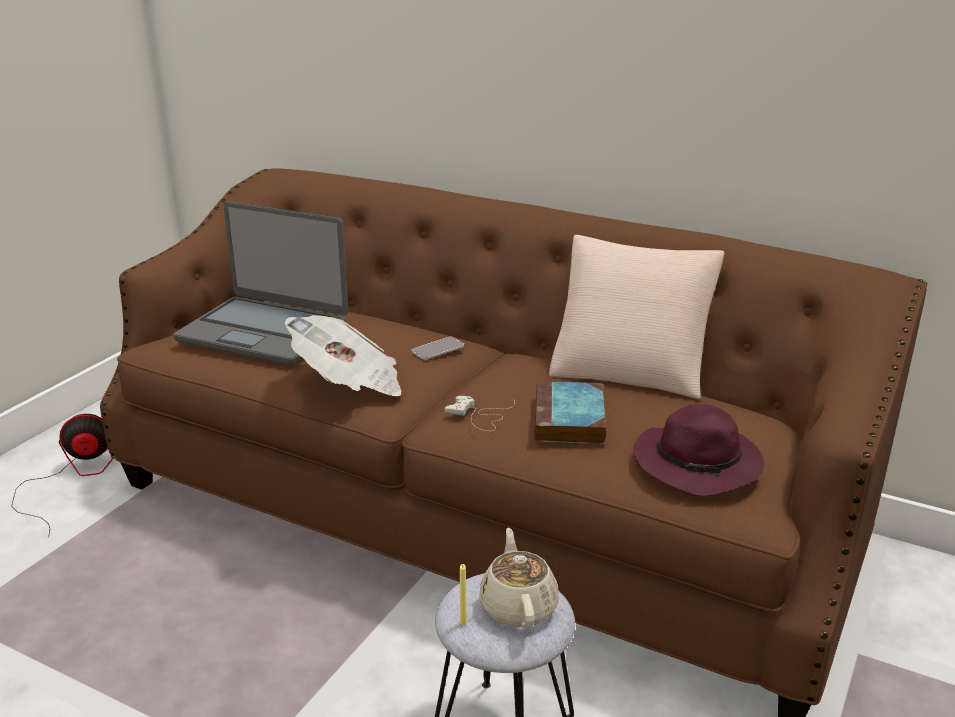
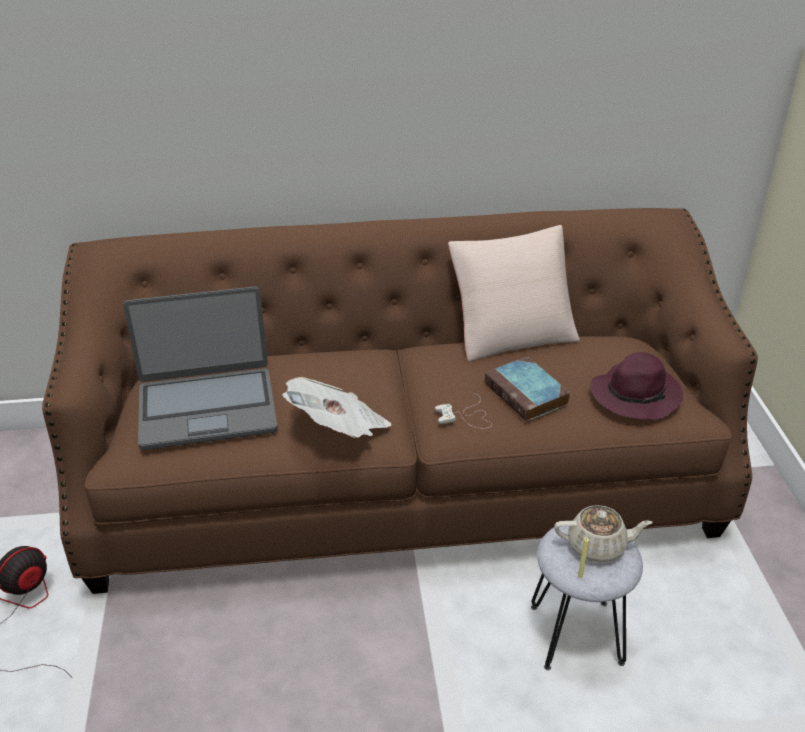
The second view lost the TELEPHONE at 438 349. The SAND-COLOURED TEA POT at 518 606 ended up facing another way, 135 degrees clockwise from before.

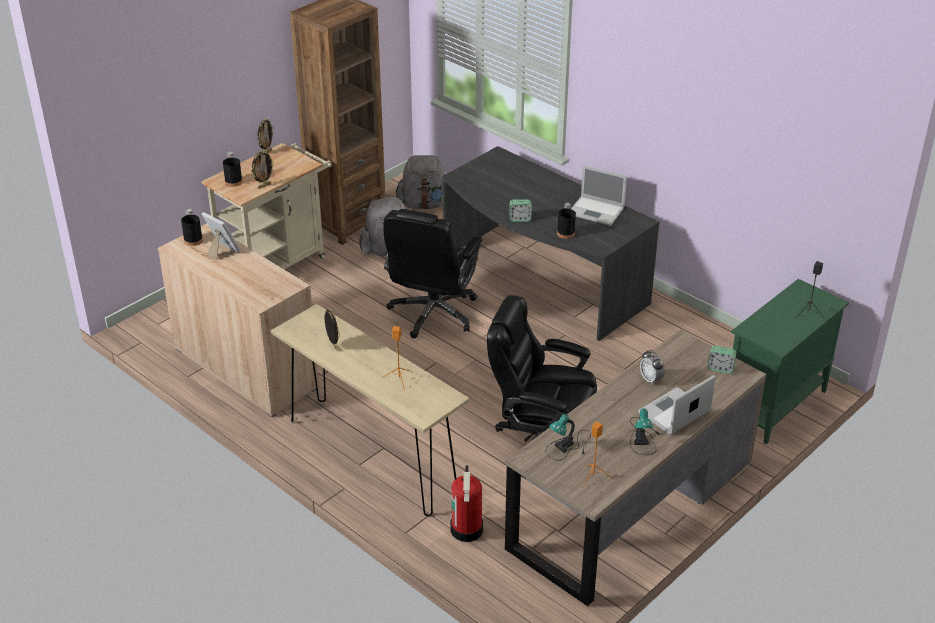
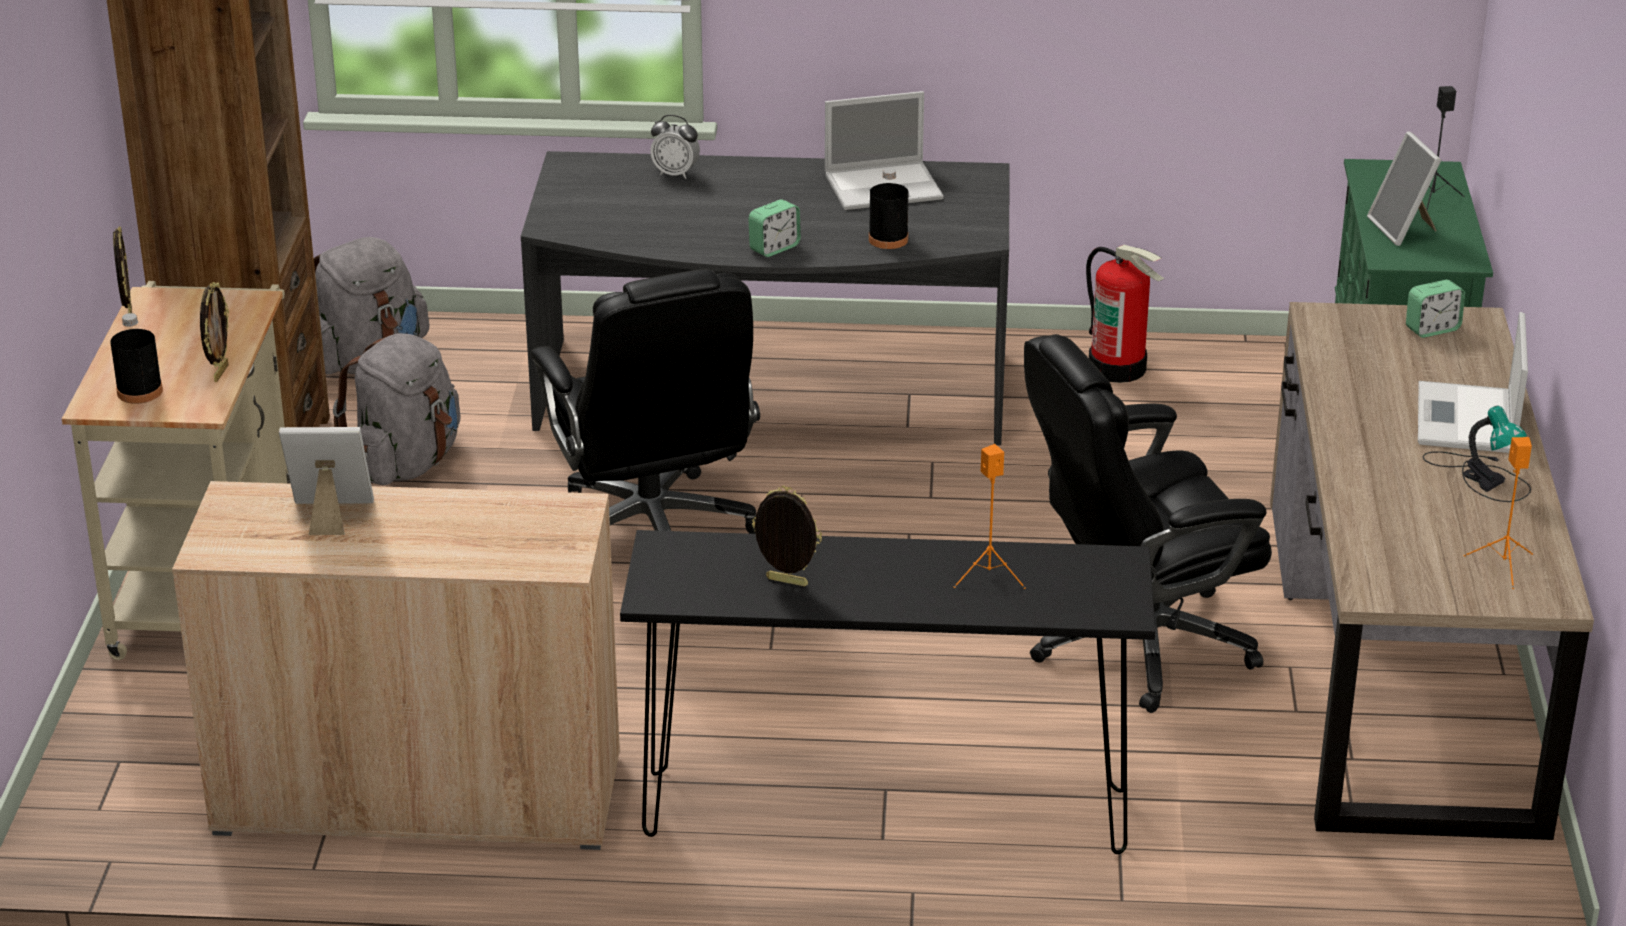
The second view lost the BLACKISH BEVERAGE BOTTLE at 193 240. The second view lost the TABLETOP LAMP at 568 446. The second view gained the PICTURE FRAME at 1403 229. The FIRE EXTINGUISHER ended up elsewhere, having gone from 467 530 to 1118 367. The TABLE CLOCK ended up elsewhere, having gone from 651 379 to 675 173. What was the SAND-COLOURED CONSOLE TABLE at 372 456 turned into the BLACKISH CONSOLE TABLE at 885 813.

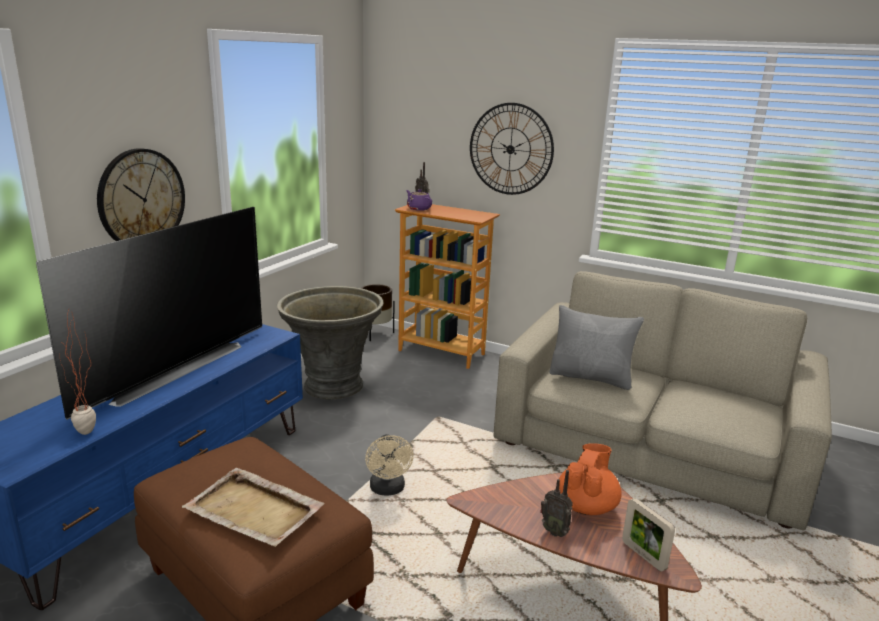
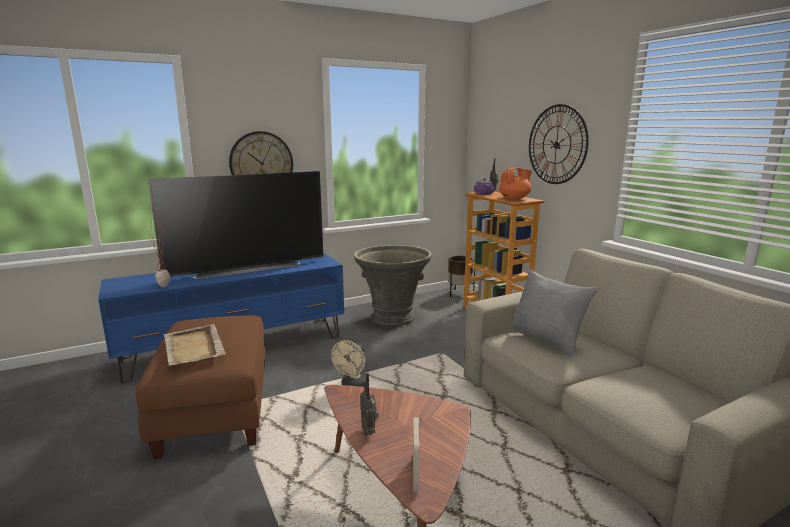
The ORANGE-COLOURED TEA POT ended up elsewhere, having gone from 586 506 to 514 198.

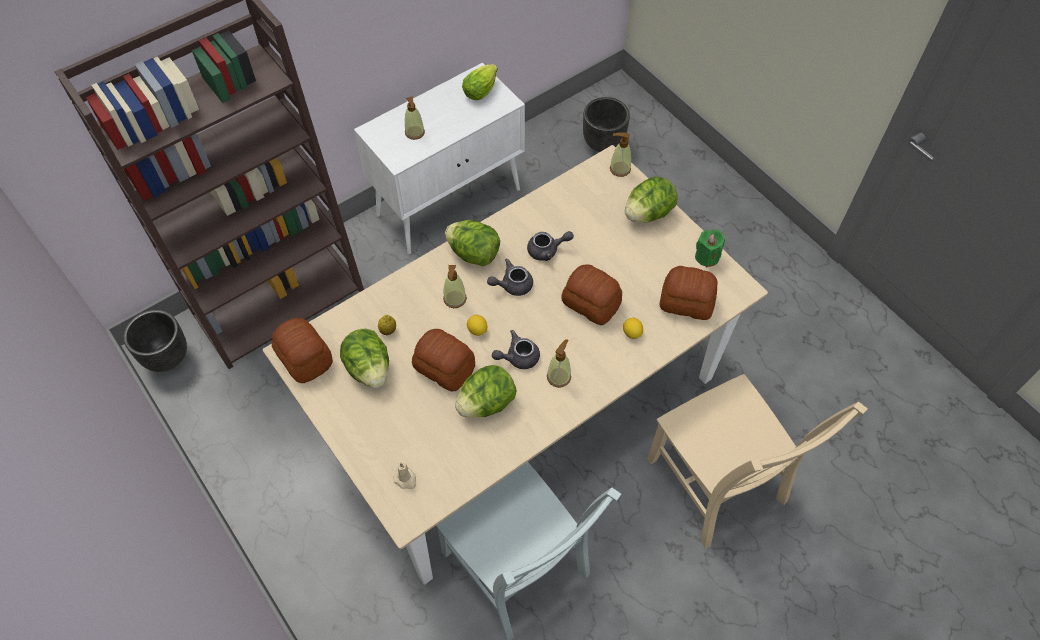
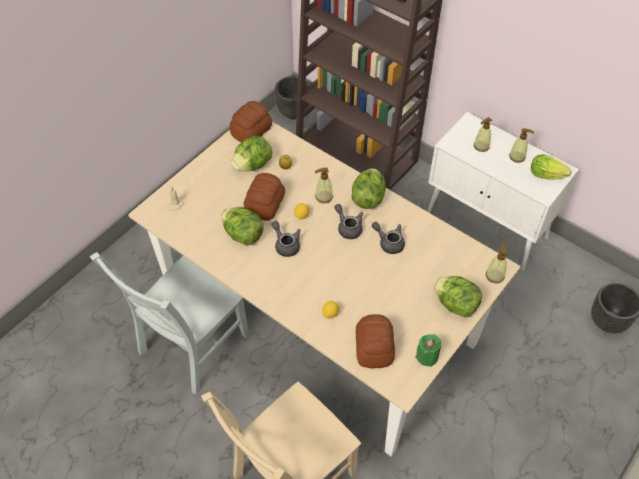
The second view lost the BAKERY BREAD at 591 302. The LIQUID SOAP BOTTLE ended up elsewhere, having gone from 559 377 to 517 157. The GREYISH TEA POT at 547 250 ended up facing another way, 150 degrees clockwise from before.

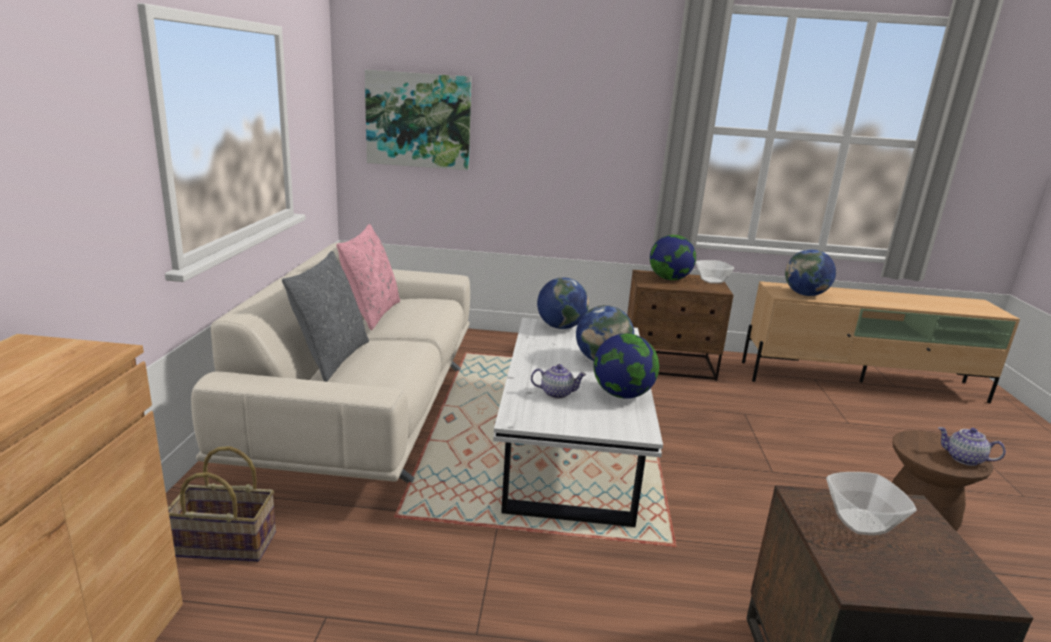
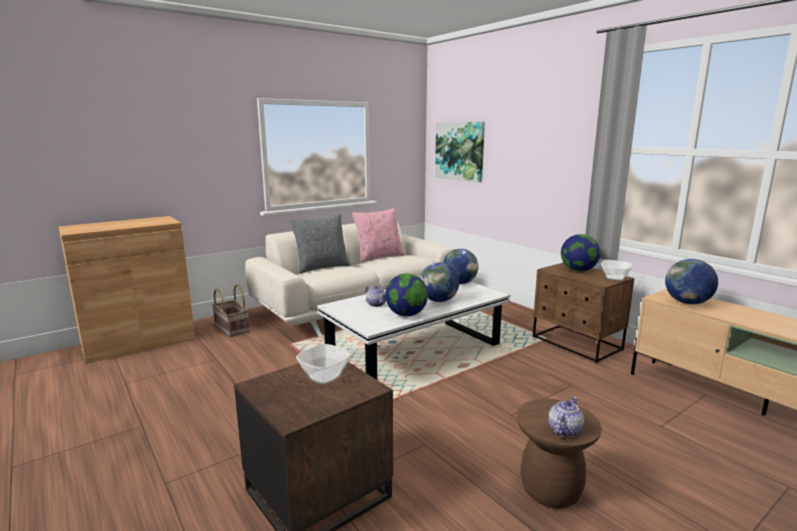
The TEA POT at 963 459 ended up facing another way, 45 degrees clockwise from before.

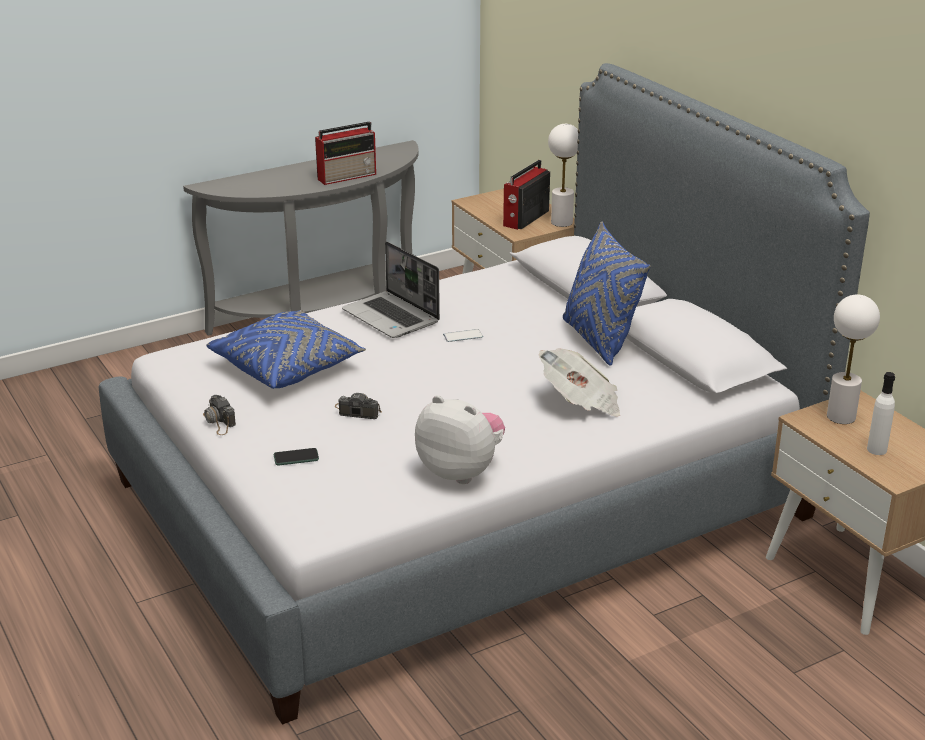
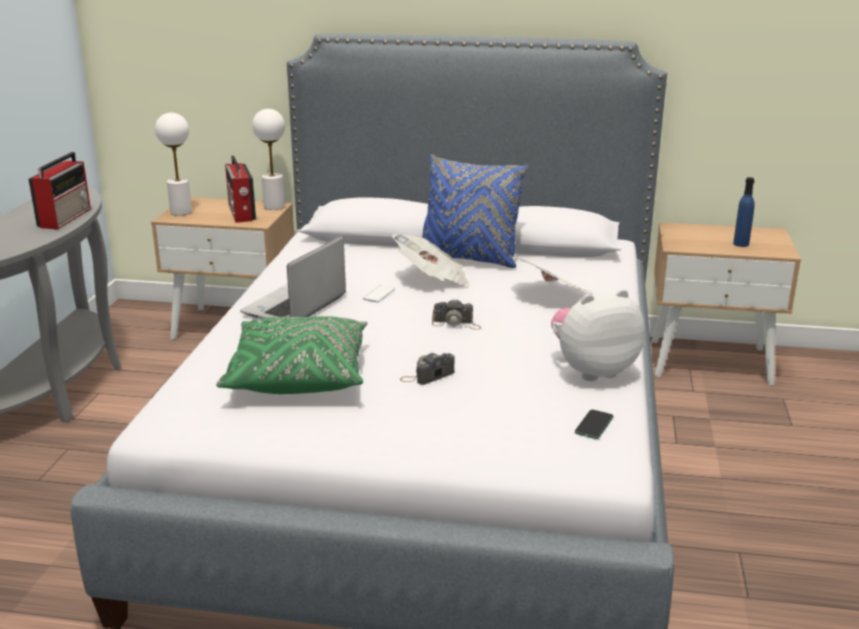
The second view gained the DAILY PAPER at 433 279. The STILL CAMERA ended up elsewhere, having gone from 219 421 to 456 324. The TELEPHONE ended up elsewhere, having gone from 296 457 to 594 425. The WHITE TABLETOP LAMP ended up elsewhere, having gone from 841 416 to 181 212. What was the BLUE CUSHION at 287 366 turned into the GREEN-COLOURED CUSHION at 298 375. What was the WHITE BEVERAGE BOTTLE at 876 449 turned into the BLUE BEVERAGE BOTTLE at 741 244. The NOTEBOOK COMPUTER at 392 317 ended up facing another way, 120 degrees clockwise from before.

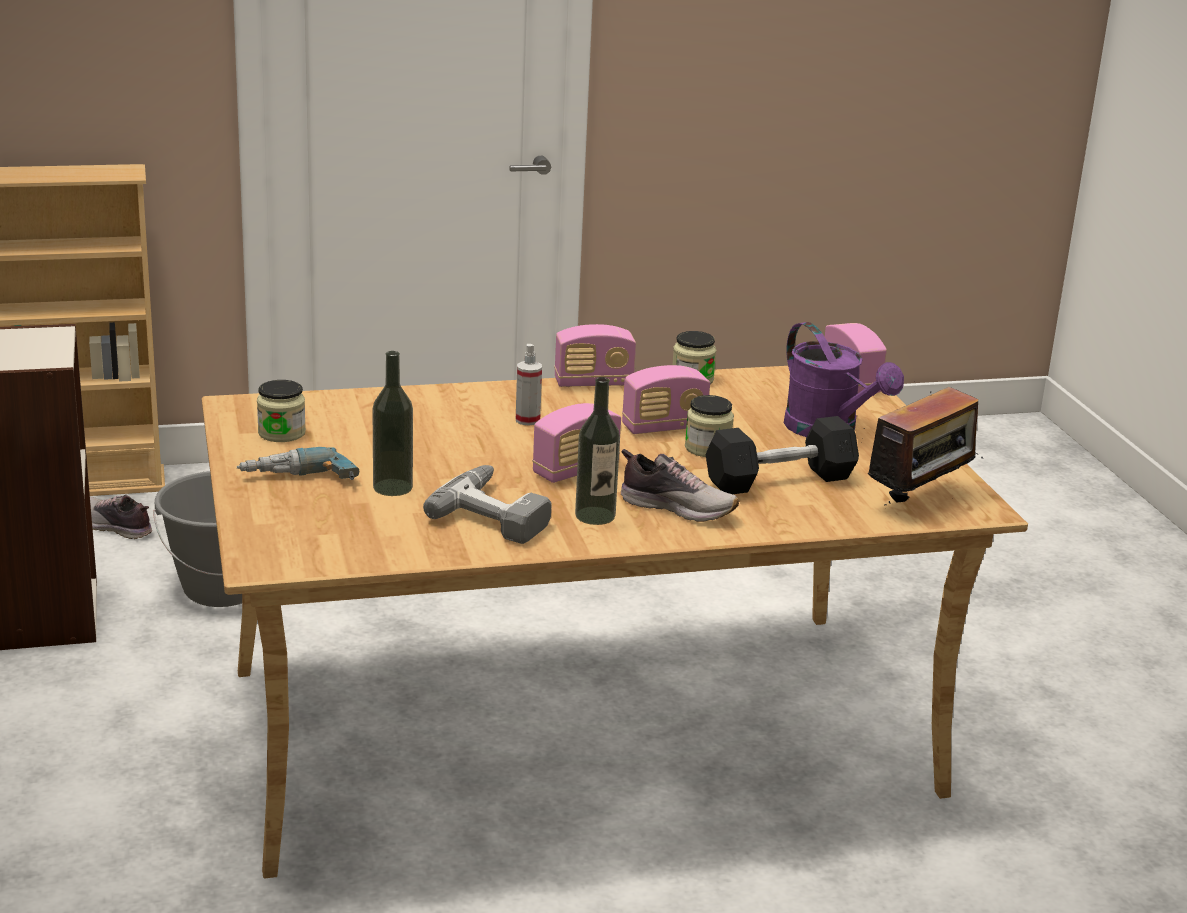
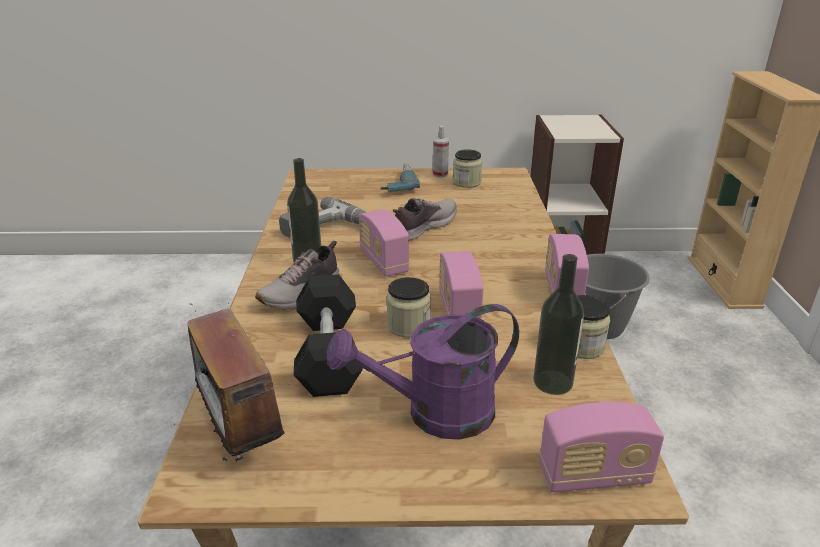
The LOW SHOE ended up elsewhere, having gone from 114 527 to 423 227. The BEVERAGE BOTTLE ended up elsewhere, having gone from 392 487 to 553 382. The SPRAYER ended up elsewhere, having gone from 527 420 to 440 174.

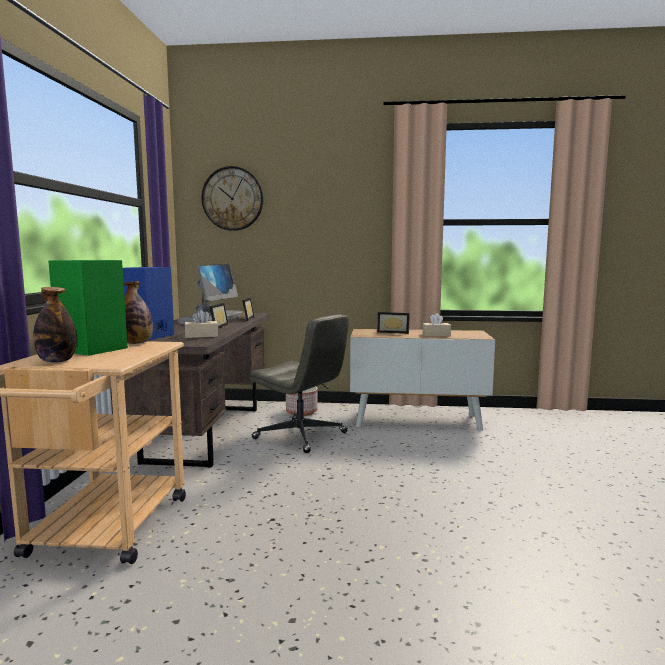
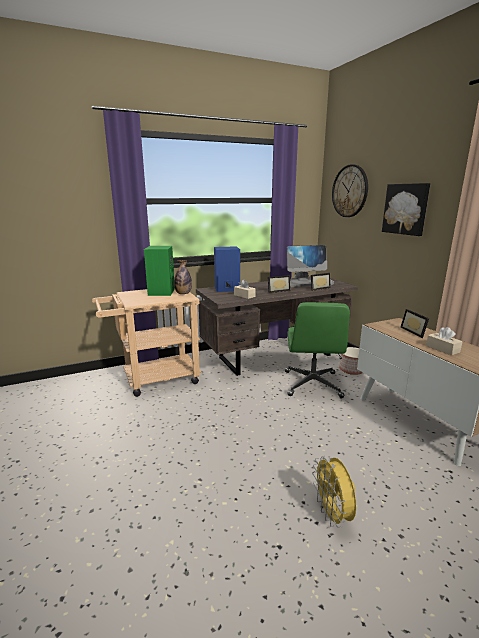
The second view lost the BEVERAGE BOTTLE at 57 361. The second view gained the YELLOW-COLOURED COOLING FAN at 332 515. The second view gained the WALL PICTURE at 406 209. What was the GREYISH DESK CHAIR at 301 436 turned into the GREEN-COLOURED DESK CHAIR at 312 384.

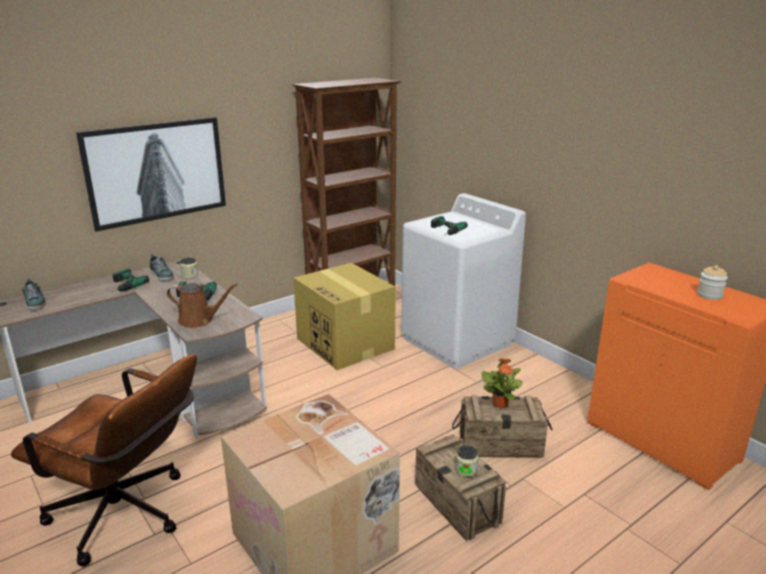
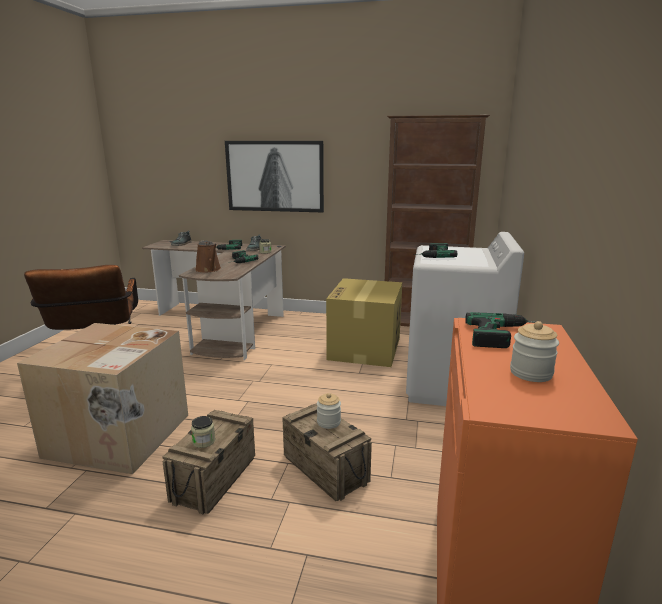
The second view gained the DRILL at 506 335. Where the PLANT IN A POT stood at 500 404, the JAR came to stand at 328 422.

